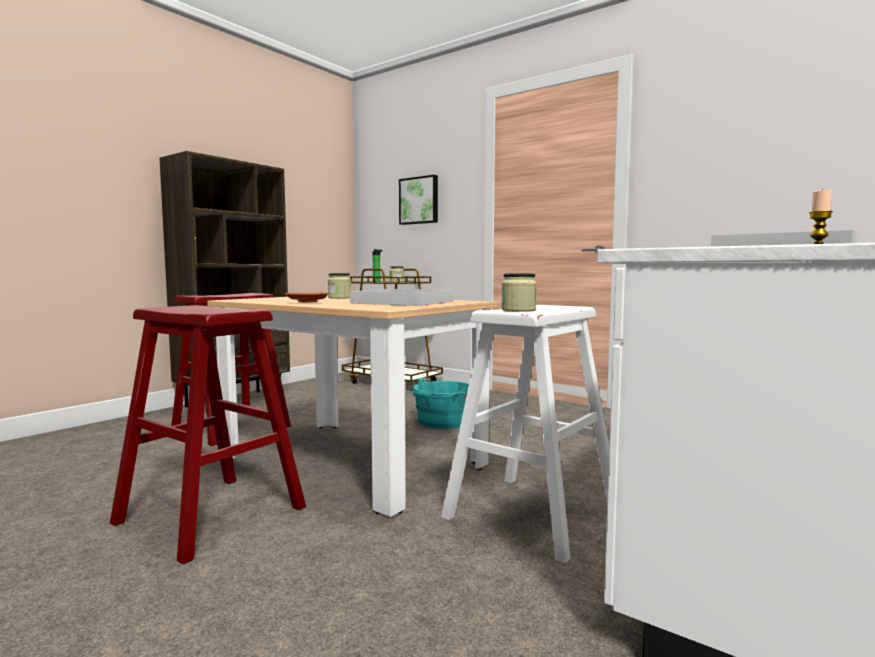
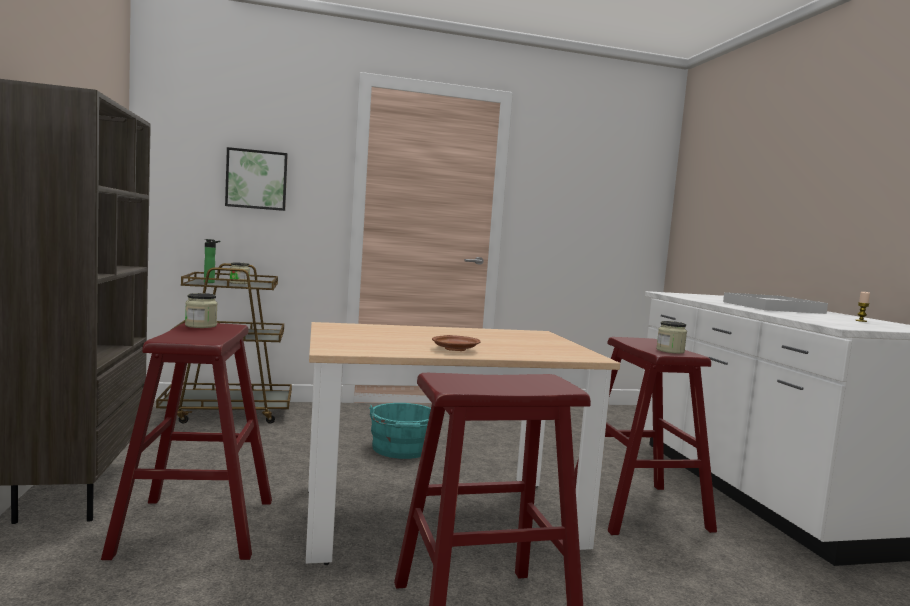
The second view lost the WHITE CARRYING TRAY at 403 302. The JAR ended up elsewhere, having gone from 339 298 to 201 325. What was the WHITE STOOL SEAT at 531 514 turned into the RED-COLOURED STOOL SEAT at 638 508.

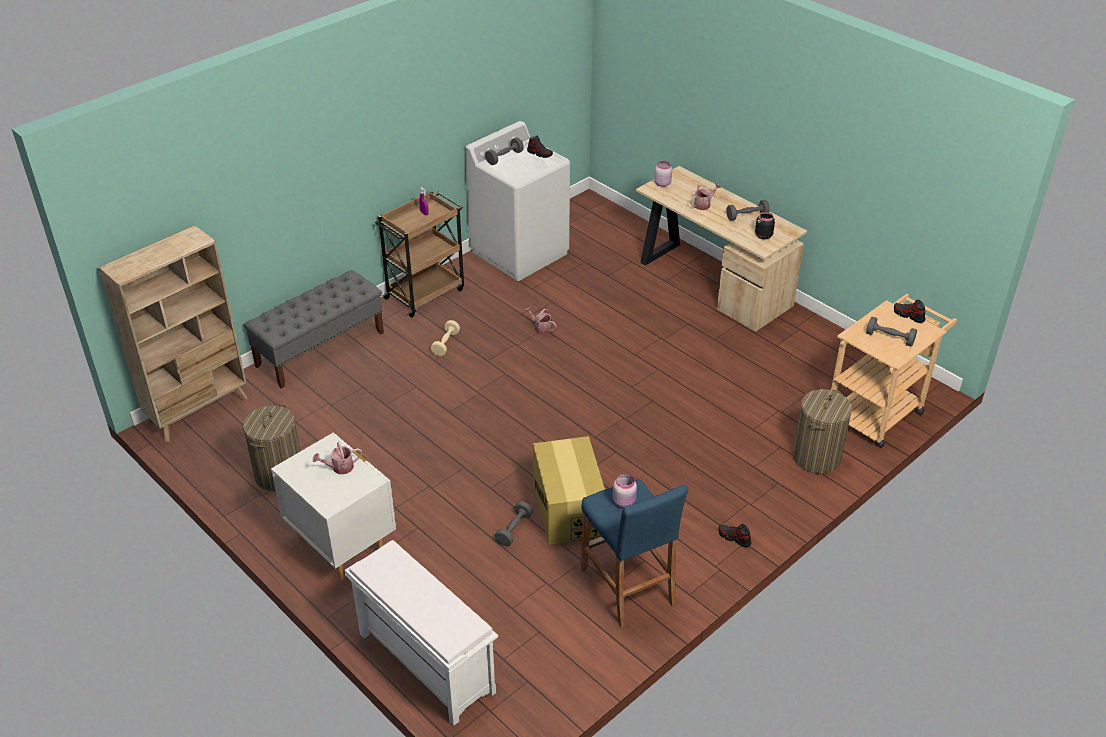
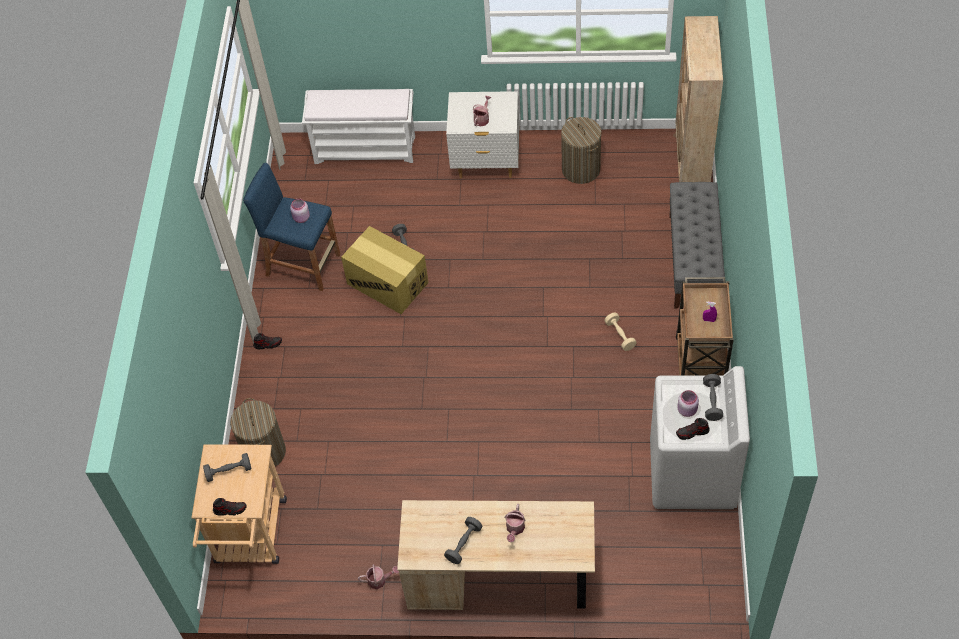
The second view lost the BLACKISH JAR at 763 236. The SPRINKLING CAN ended up elsewhere, having gone from 541 328 to 379 580. The PINK JAR ended up elsewhere, having gone from 662 183 to 687 410.

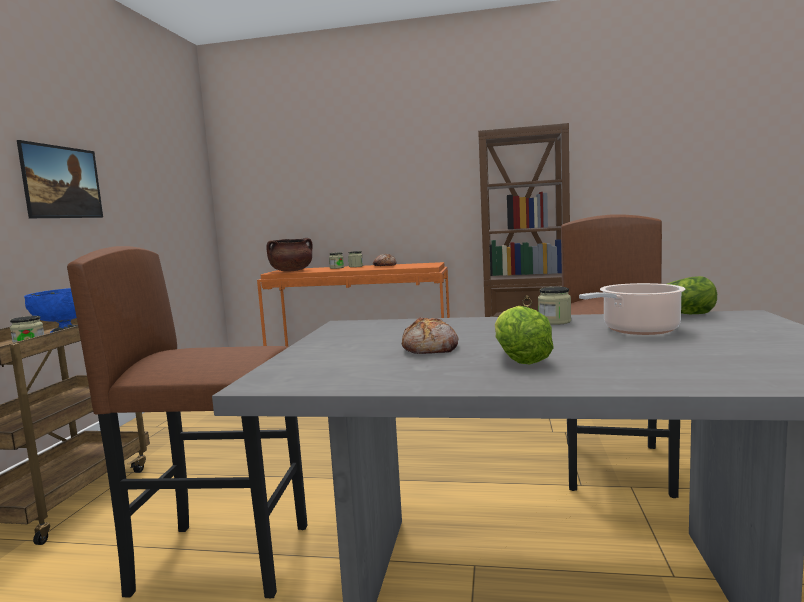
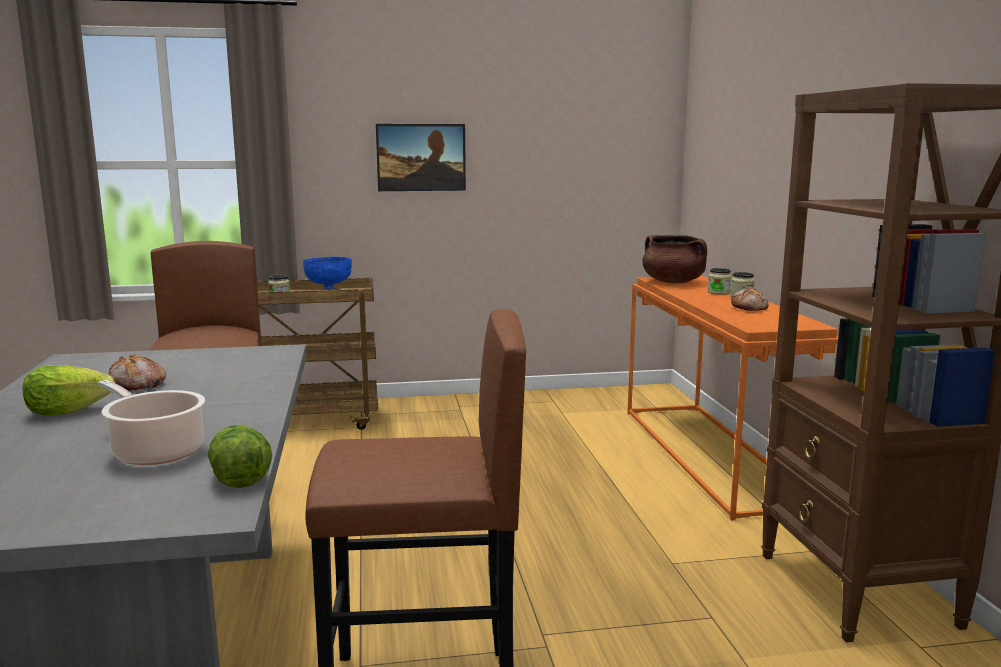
The second view lost the JAR at 554 321.

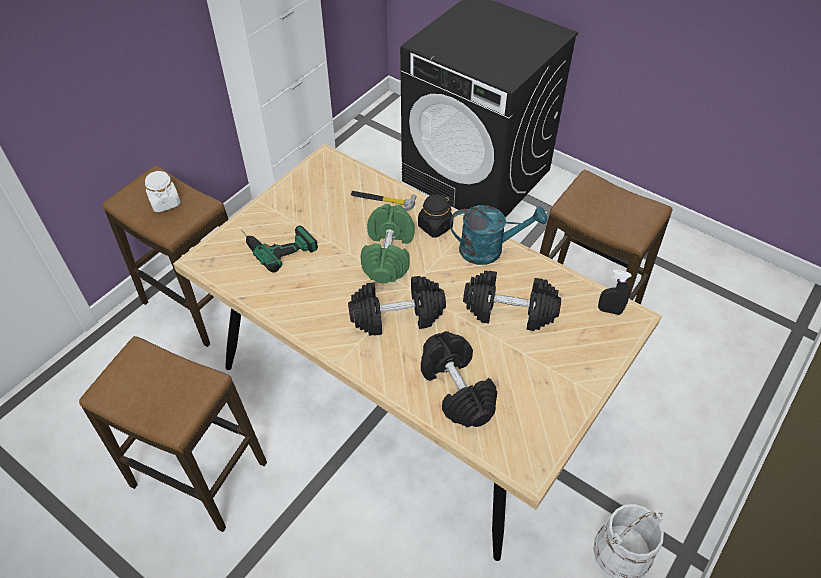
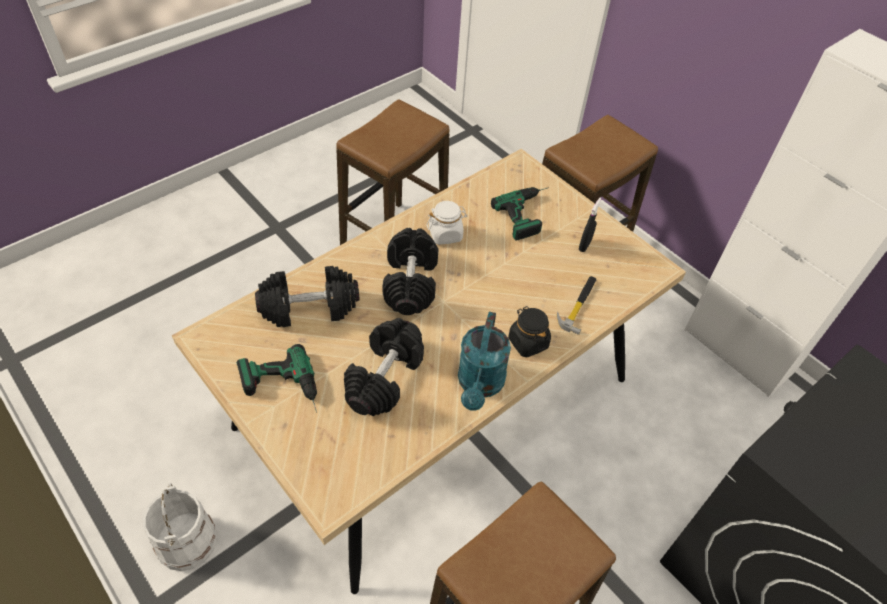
The second view lost the GREEN-COLOURED HAND WEIGHT at 388 255. The second view gained the DRILL at 281 390. The WHITE JAR ended up elsewhere, having gone from 165 202 to 445 234. The BLACKISH SPRAYER ended up elsewhere, having gone from 609 310 to 584 245.

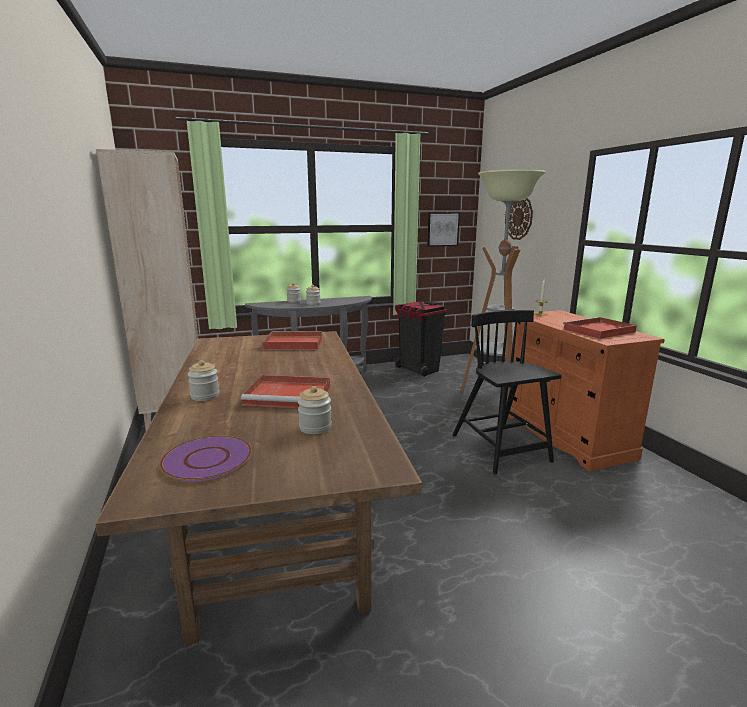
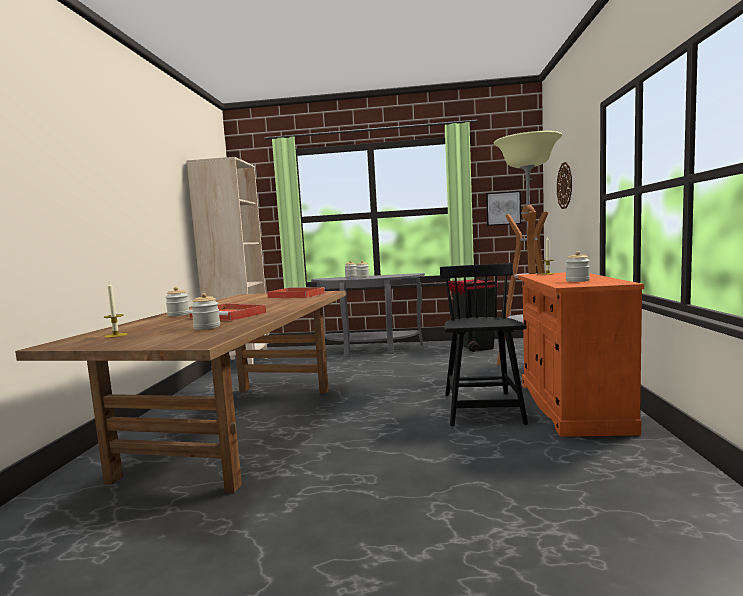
Where the PURPLE-COLOURED DINNER PLATE stood at 208 459, the WAX LIGHT came to stand at 116 335. Where the RED-COLOURED CARRYING TRAY stood at 598 331, the JAR came to stand at 577 281.

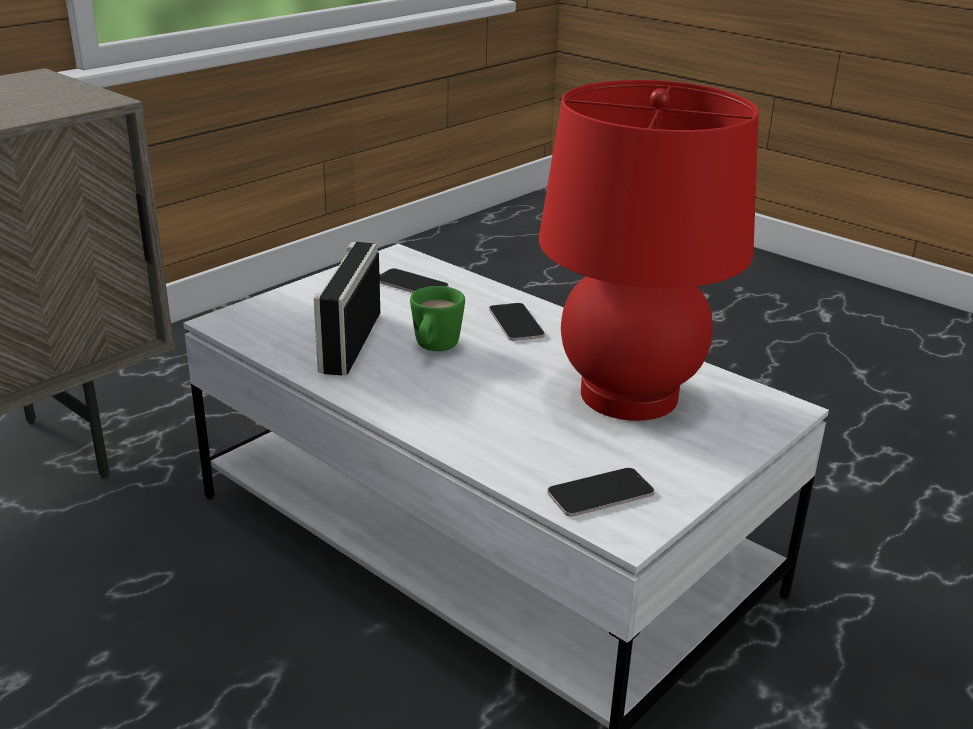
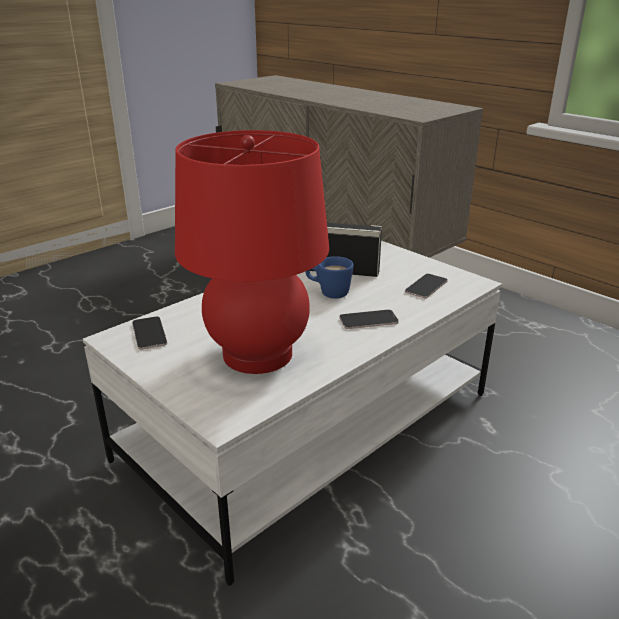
What was the GREEN-COLOURED MUG at 434 348 turned into the BLUE MUG at 328 293.

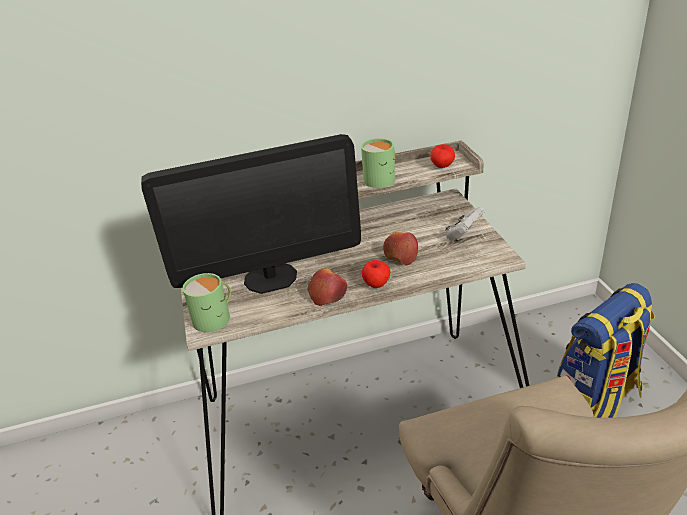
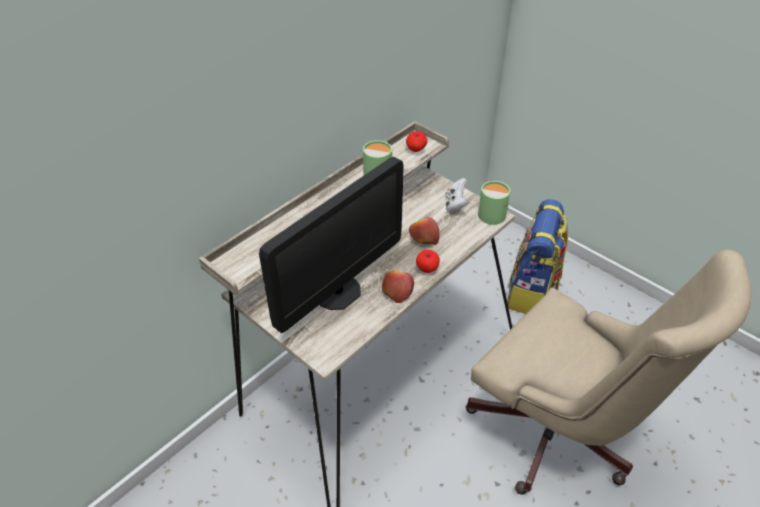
The GREEN-COLOURED MUG ended up elsewhere, having gone from 215 317 to 492 213.

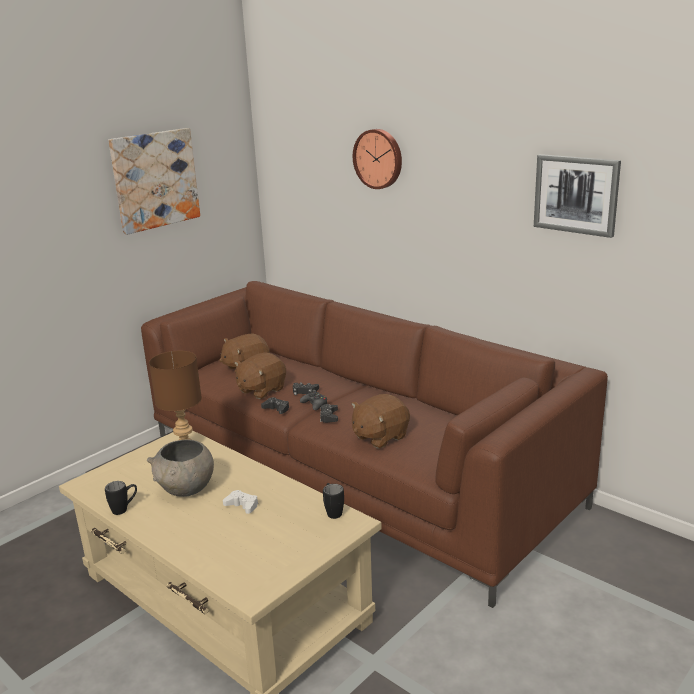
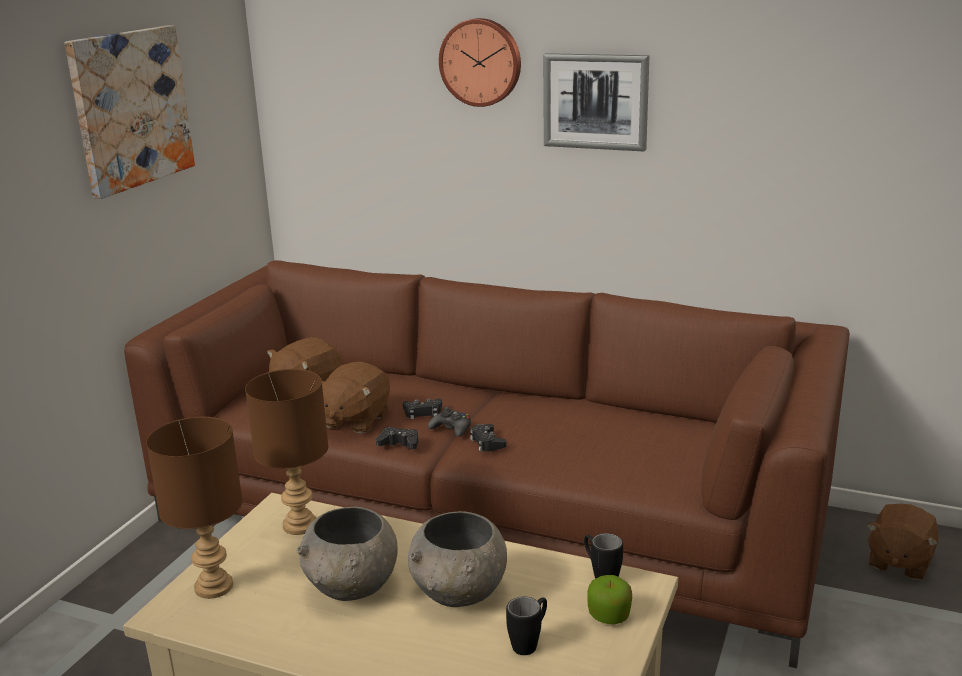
The second view gained the BROWNISH TABLETOP LAMP at 213 588. The second view gained the APPLE FRUIT at 609 616. The BLACKISH MUG ended up elsewhere, having gone from 124 509 to 529 643. The BROWNISH SOFT TOY ended up elsewhere, having gone from 379 437 to 898 562. The WALL PICTURE ended up elsewhere, having gone from 576 194 to 595 101. Where the WHITE JOYPAD stood at 242 505, the GREYISH SERVING BOWL came to stand at 460 595.

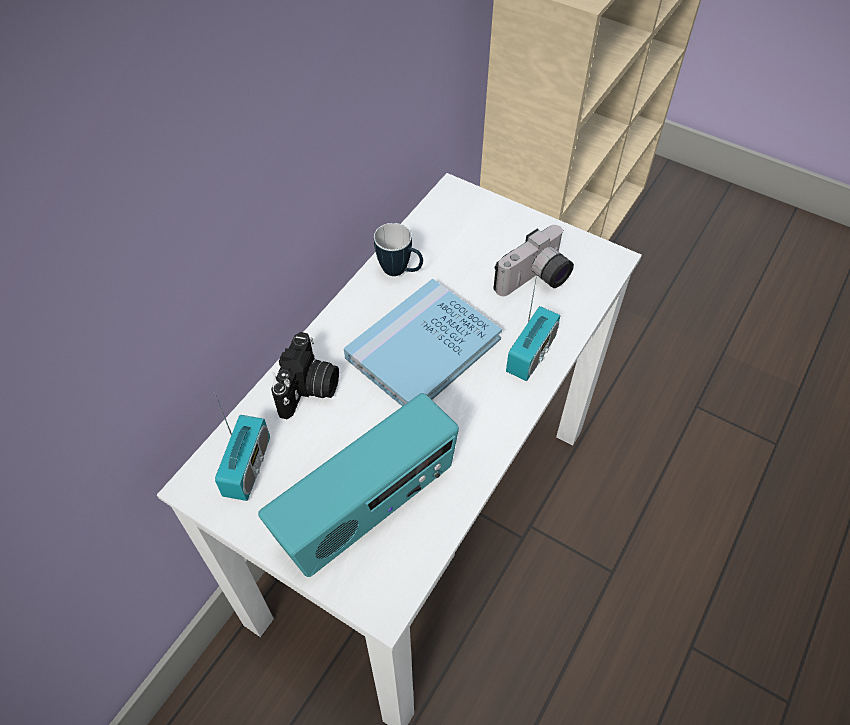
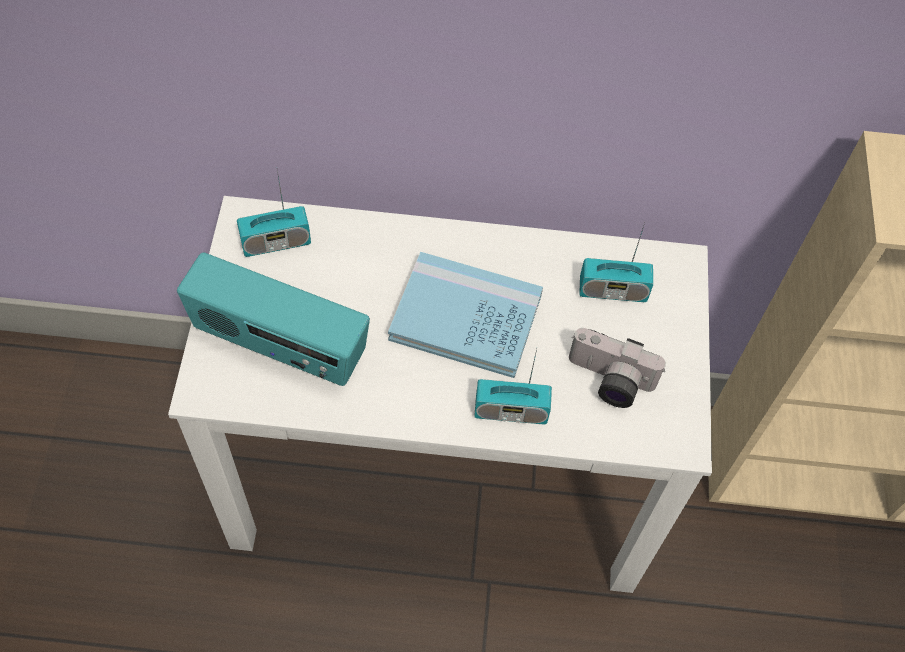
The second view lost the STILL CAMERA at 309 390. The second view lost the MUG at 400 271. The second view gained the RADIO SET at 612 291.

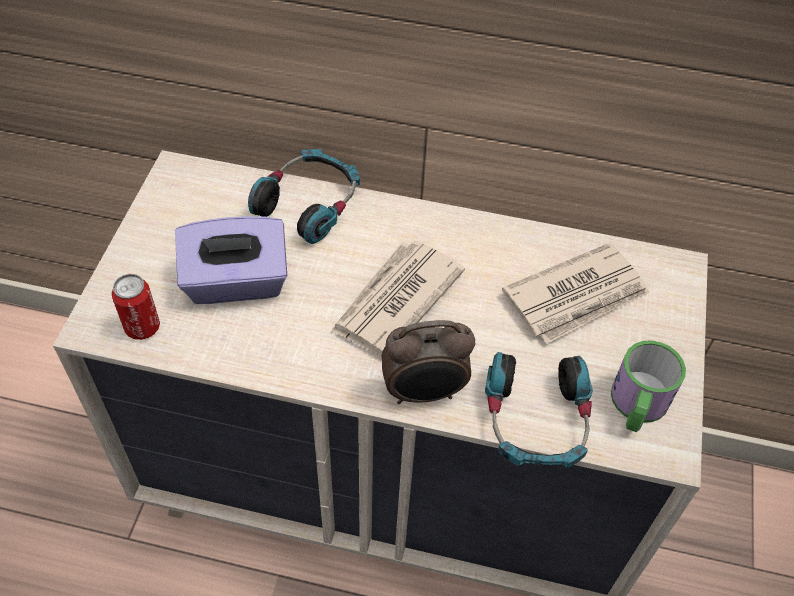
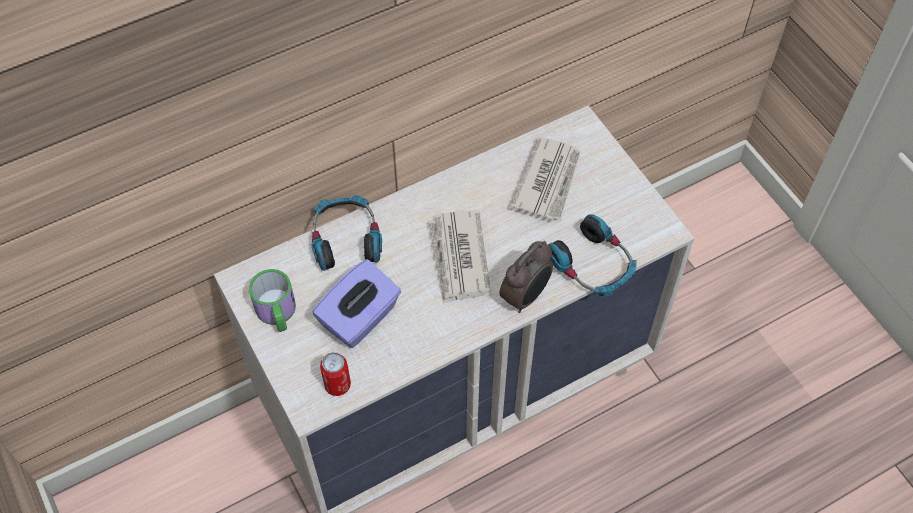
The MUG ended up elsewhere, having gone from 637 406 to 277 313.

